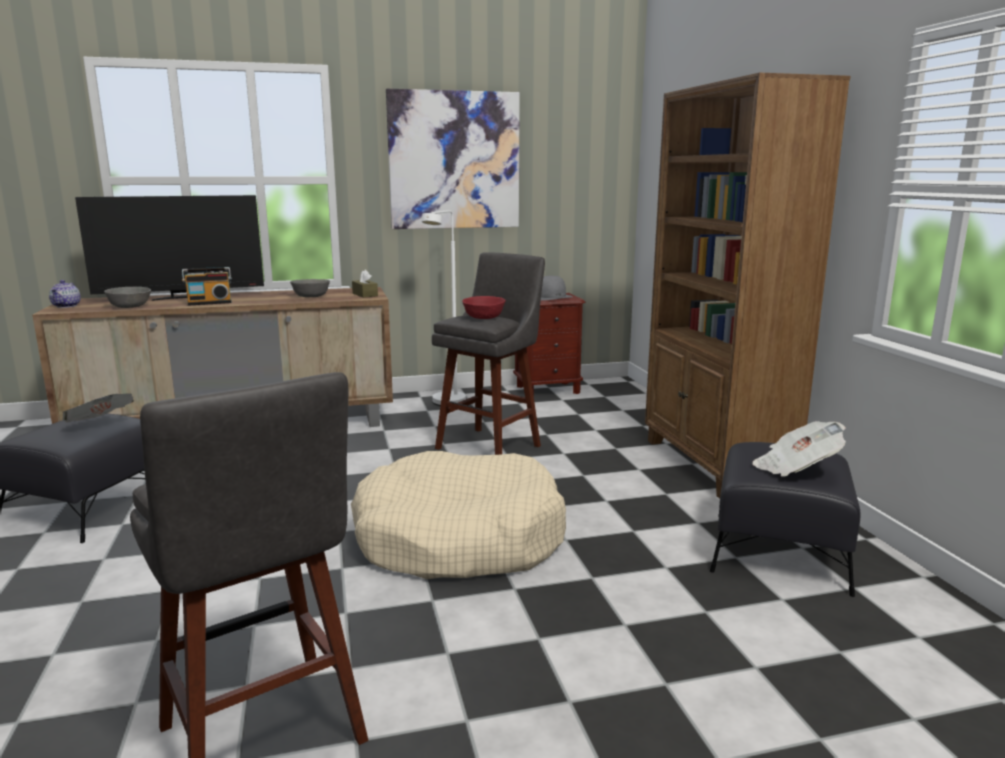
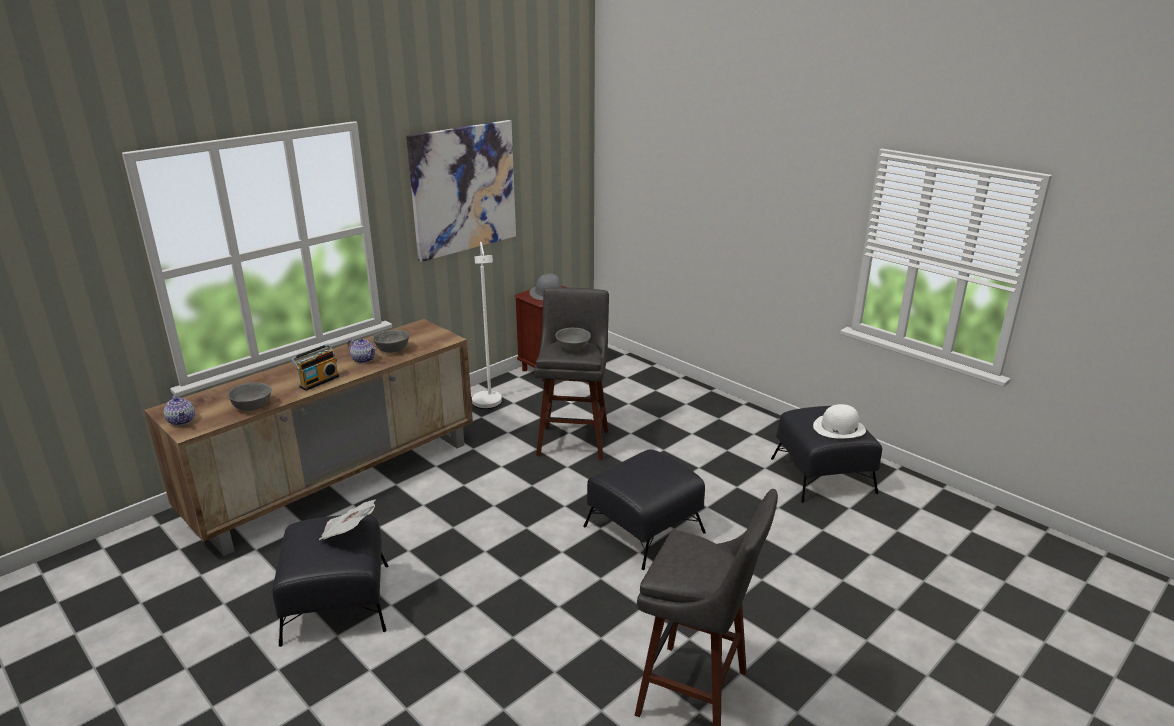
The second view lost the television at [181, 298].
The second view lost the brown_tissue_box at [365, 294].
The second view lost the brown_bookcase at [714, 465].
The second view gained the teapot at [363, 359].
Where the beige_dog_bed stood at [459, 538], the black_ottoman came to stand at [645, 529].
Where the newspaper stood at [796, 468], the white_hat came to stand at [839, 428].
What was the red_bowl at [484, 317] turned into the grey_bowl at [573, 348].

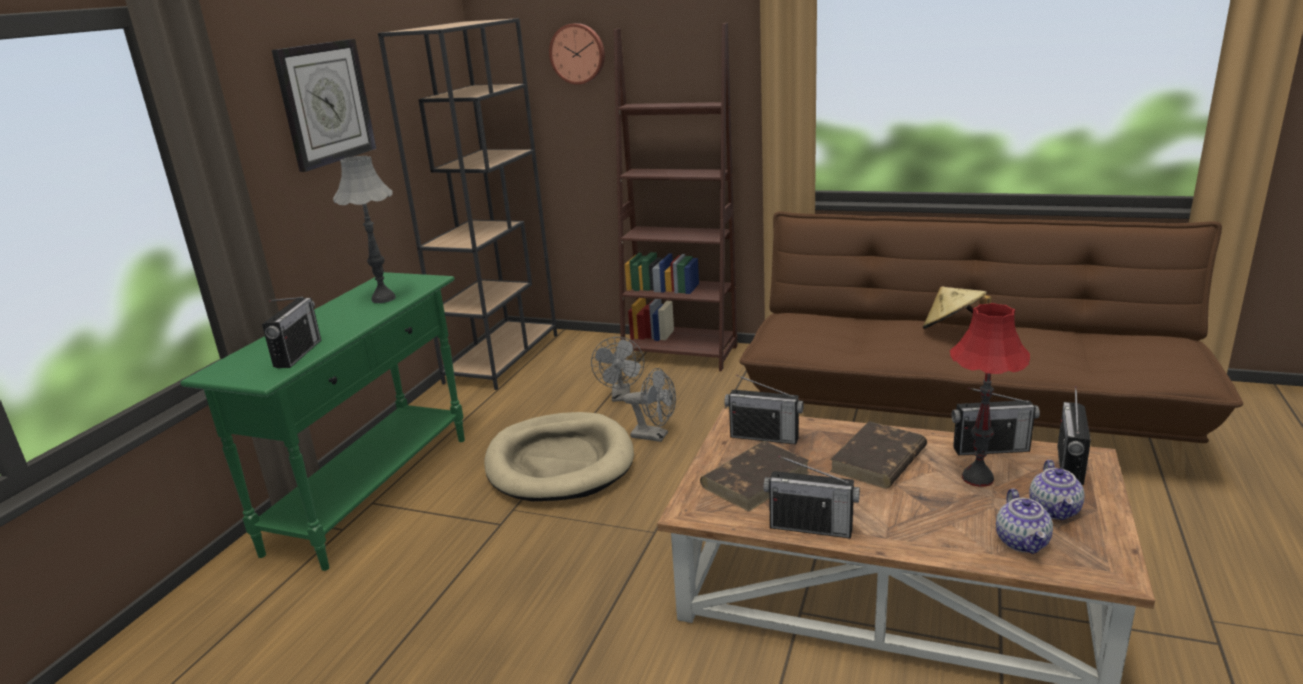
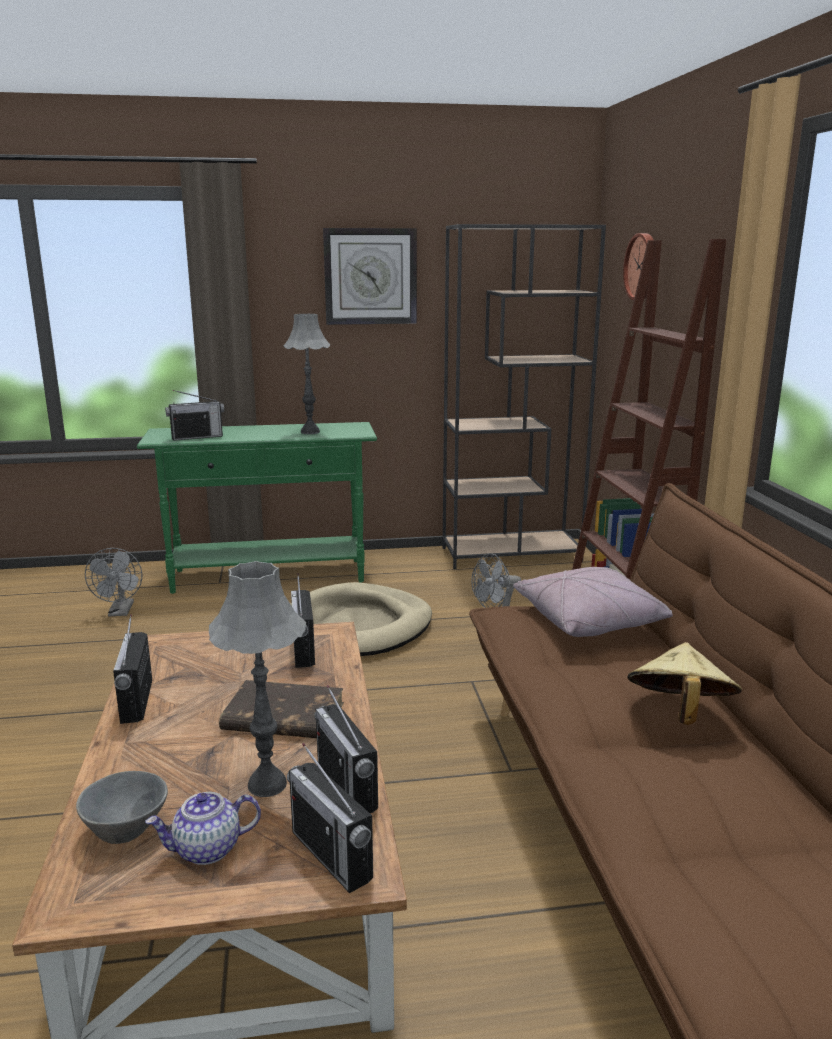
The second view lost the brown_book at [756, 479].
The second view gained the purple_pillow at [591, 620].
The grey_fan ended up elsewhere, having gone from [655, 436] to [120, 612].
Where the teapot stood at [1023, 542], the grey_bowl came to stand at [128, 830].
What was the red_table_lamp at [977, 478] turned into the grey_table_lamp at [267, 784].
The radio at [1069, 465] ended up facing another way, 120 degrees counterclockwise from before.

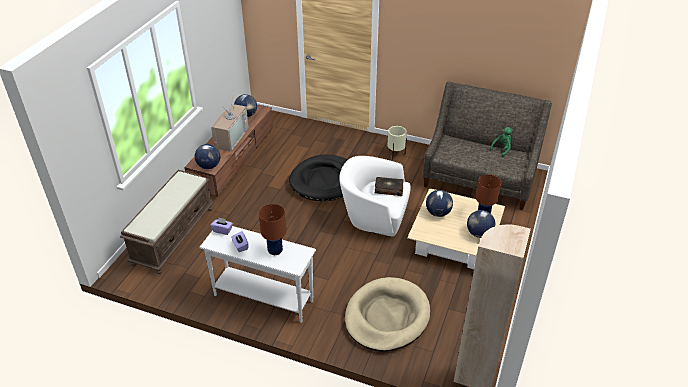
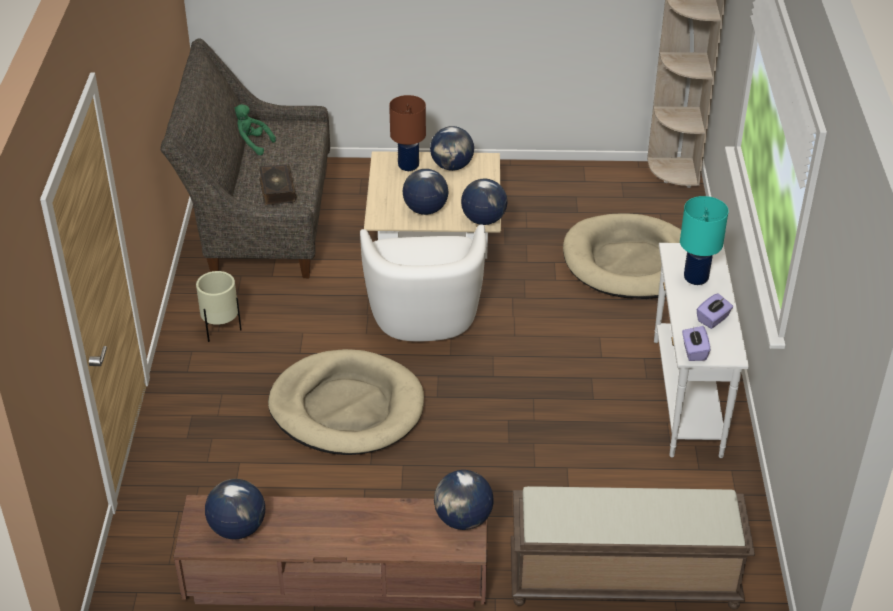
The second view lost the television at [230, 137].
The second view gained the globe at [483, 220].
The book ended up elsewhere, having gone from [389, 189] to [277, 190].
What was the brown_table_lamp at [275, 251] turned into the turquoise_table_lamp at [696, 280].
What was the black_dog_bed at [324, 181] turned into the beige_dog_bed at [347, 408].

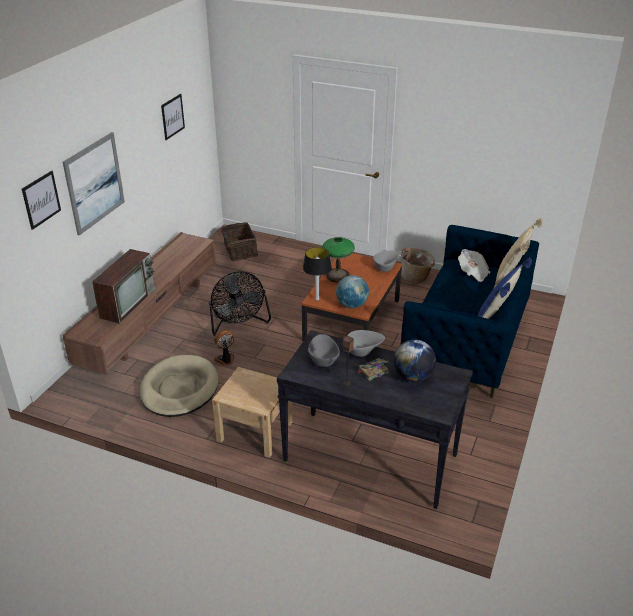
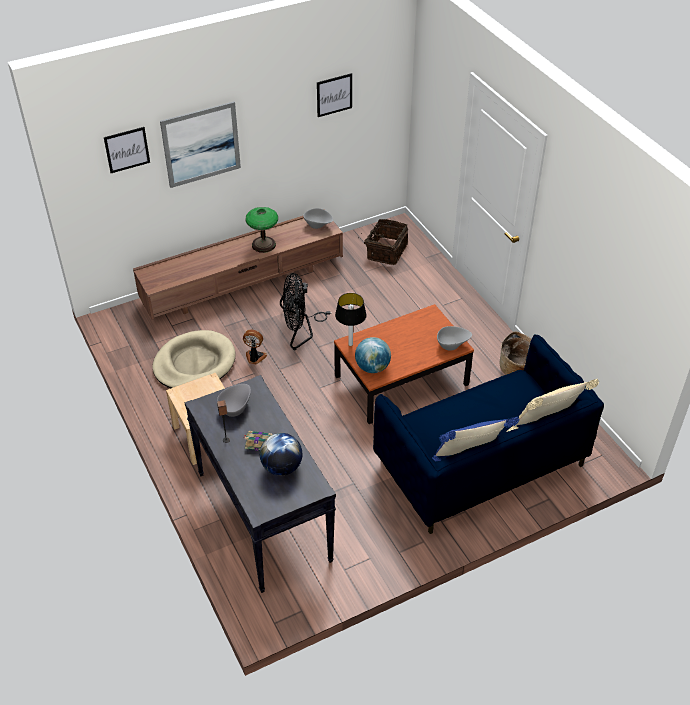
The second view lost the television at [128, 302].
The second view lost the newspaper at [473, 273].
The table_lamp ended up elsewhere, having gone from [338, 276] to [263, 245].
The grey_bowl ended up elsewhere, having gone from [363, 351] to [318, 226].
The black_fan at [235, 323] ended up facing another way, 60 degrees clockwise from before.

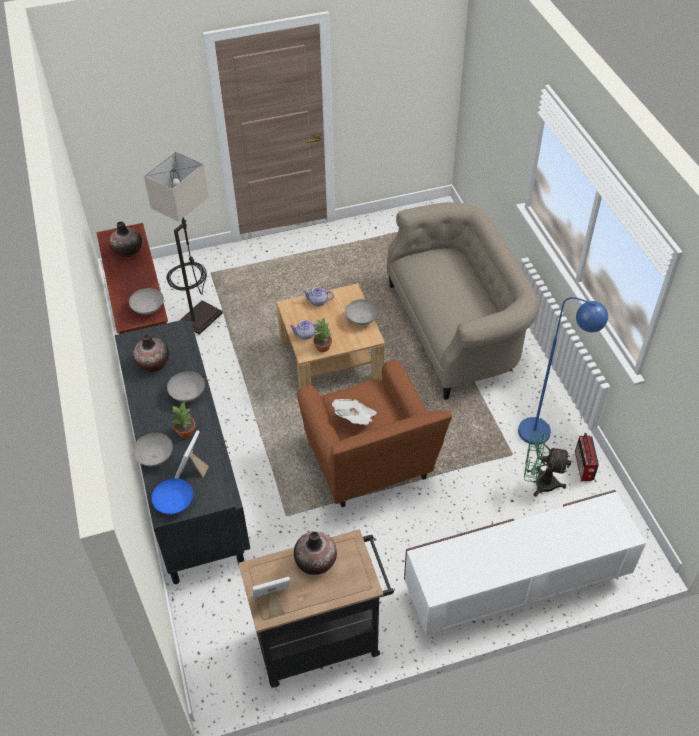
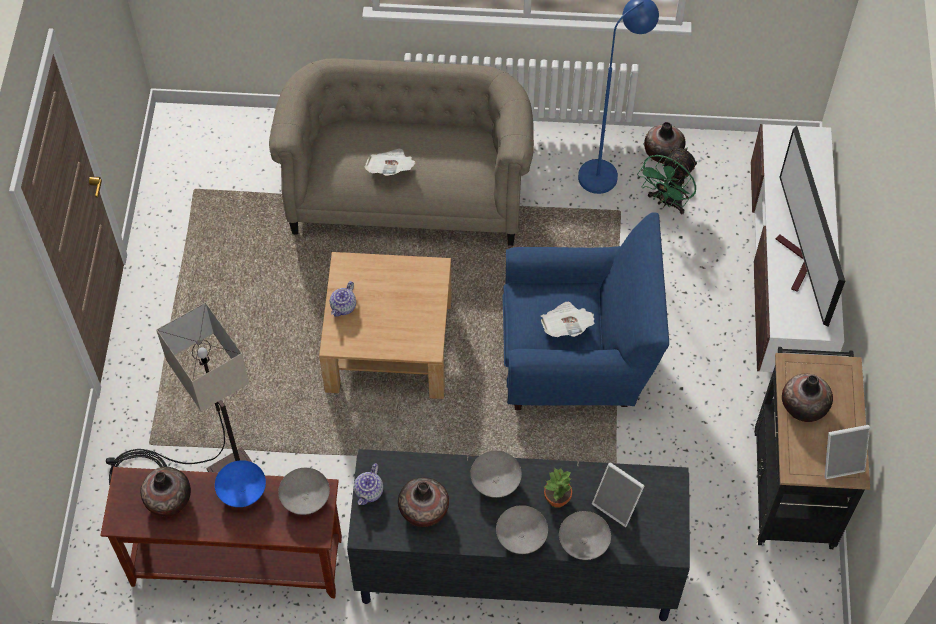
The second view lost the potted_plant at [322, 347].
The second view gained the newspaper at [391, 170].
The second view gained the television at [799, 263].
The blue_bowl ended up elsewhere, having gone from [173, 504] to [242, 492].
The teapot ended up elsewhere, having gone from [305, 335] to [369, 492].
The grey_bowl ended up elsewhere, having gone from [361, 319] to [521, 537].
Where the radio stood at [583, 467], the vase came to stand at [663, 153].
What was the brown_armchair at [369, 465] turned into the blue_armchair at [576, 358].
The picture_frame at [273, 602] ended up facing another way, 105 degrees counterclockwise from before.

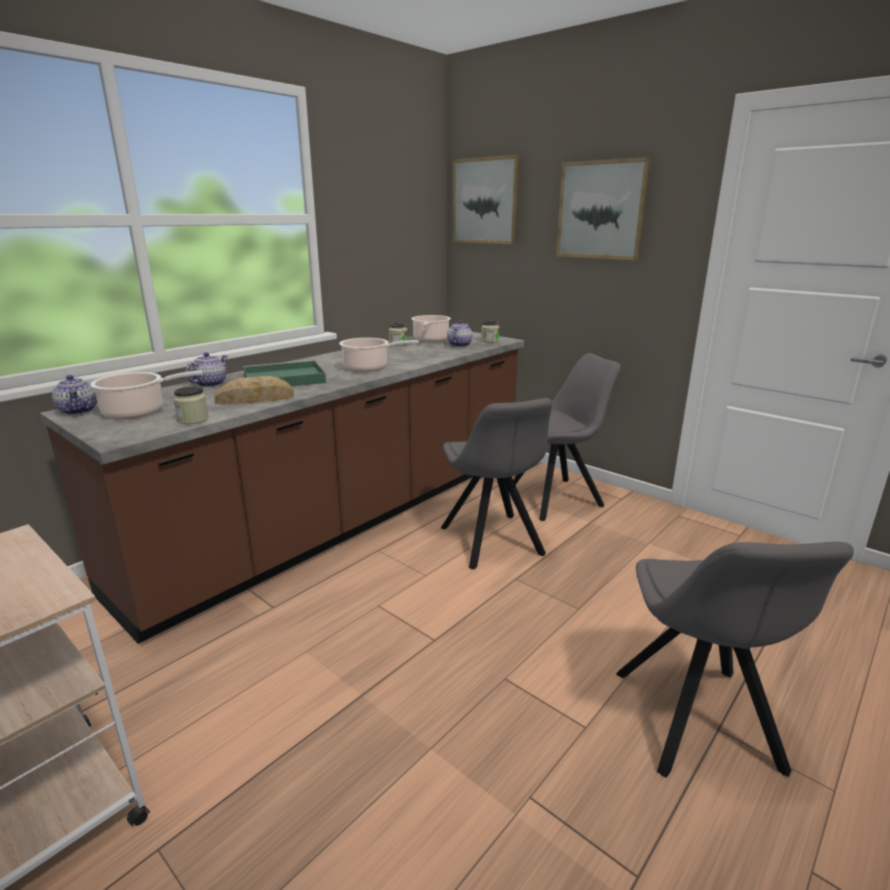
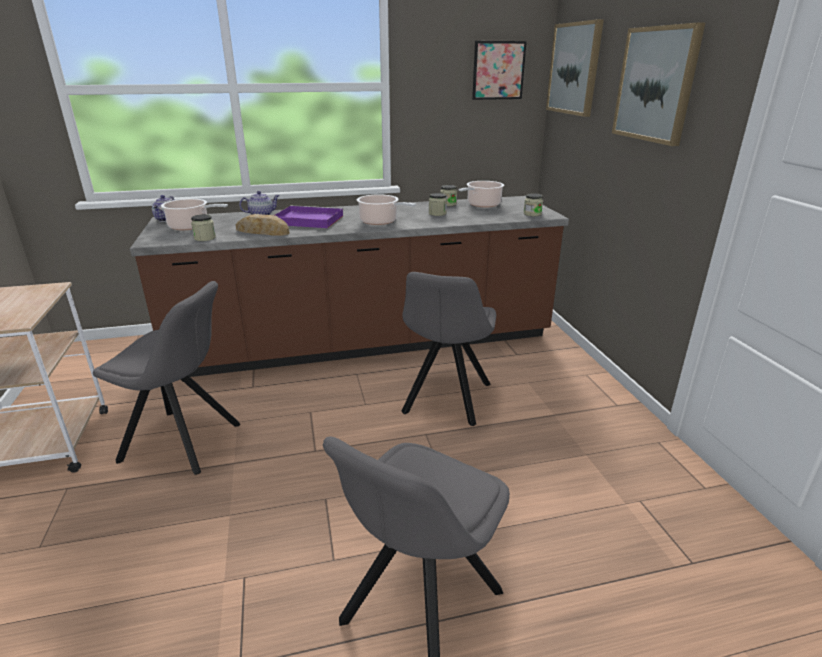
The second view lost the teapot at [459, 345].
The second view gained the jar at [437, 213].
The second view gained the picture at [498, 70].
The grey_chair ended up elsewhere, having gone from [555, 498] to [182, 442].
What was the green_tray at [282, 379] turned into the purple_tray at [307, 220].

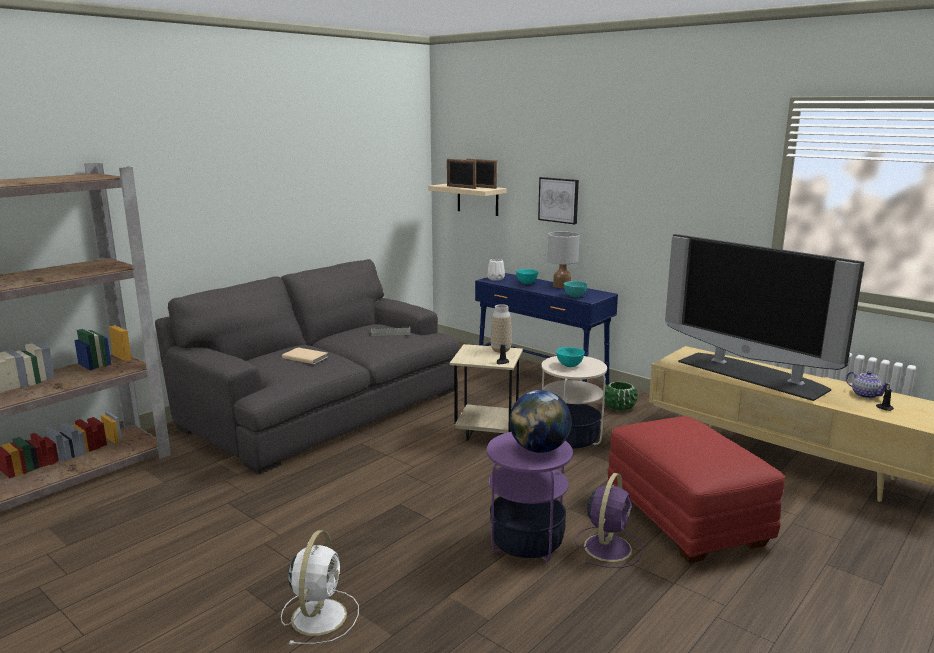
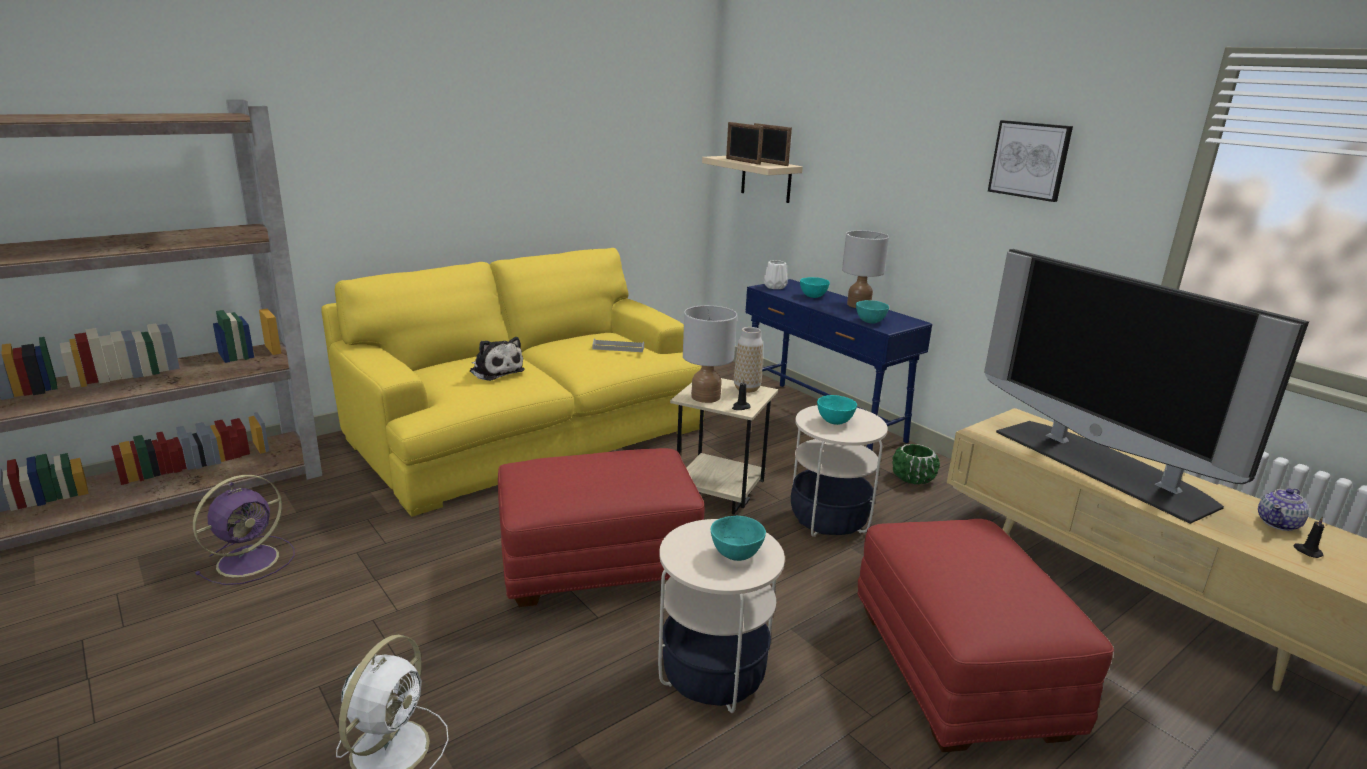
The second view gained the red_ottoman at [598, 565].
The second view gained the grey_table_lamp at [706, 397].
The picture ended up elsewhere, having gone from [559, 200] to [1029, 160].
The purple_fan ended up elsewhere, having gone from [608, 546] to [251, 559].
Where the beige_book stood at [305, 357], the plush_toy came to stand at [495, 371].
Where the globe stood at [539, 449], the turquoise_bowl came to stand at [735, 555].
What was the grey_sofa at [321, 407] turned into the yellow_sofa at [526, 432].
What was the purple_side_table at [526, 543] turned into the beige_side_table at [713, 677].
The teapot at [865, 395] ended up facing another way, 75 degrees clockwise from before.

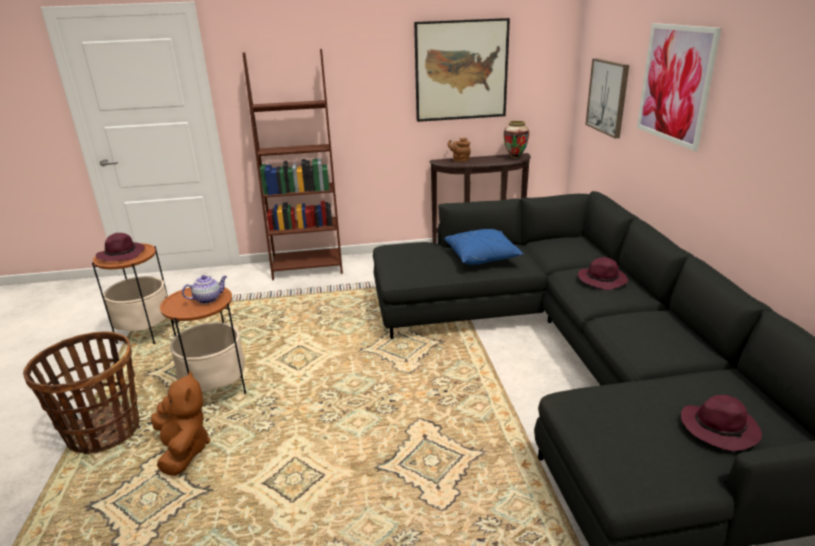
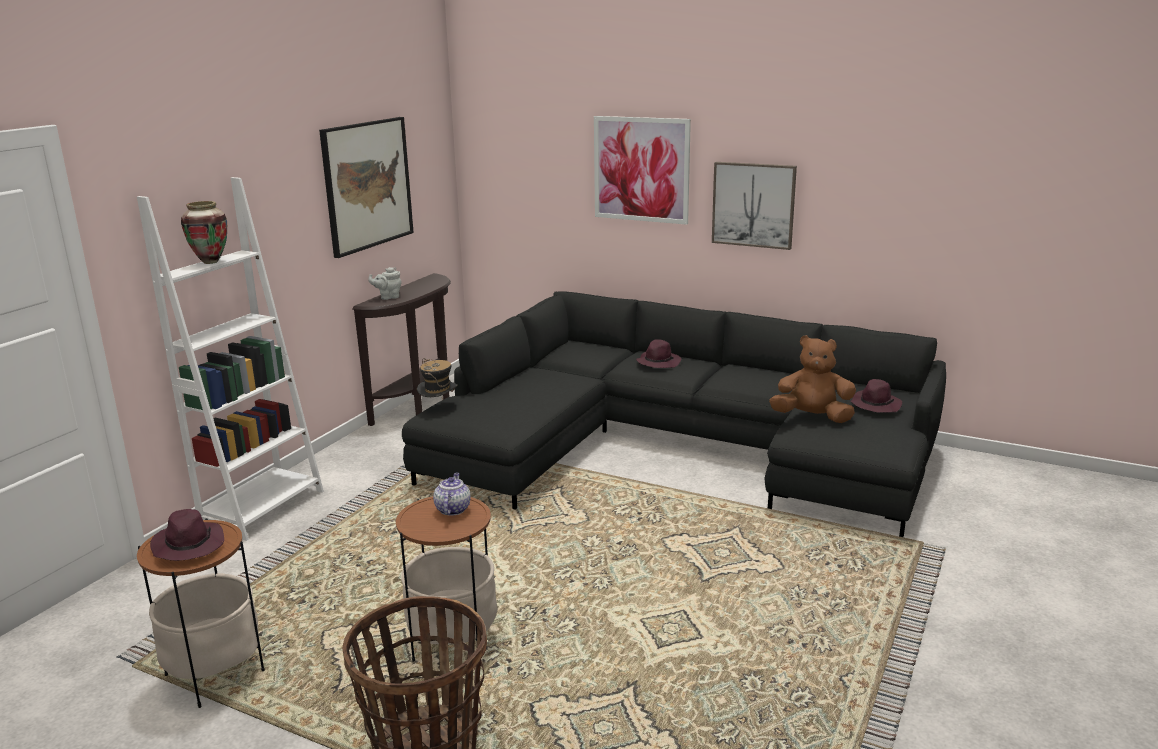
The second view lost the blue_pillow at [482, 257].
The second view gained the hat at [439, 408].
The brown_plush_toy ended up elsewhere, having gone from [183, 450] to [812, 417].
The vase ended up elsewhere, having gone from [515, 157] to [211, 262].
The picture ended up elsewhere, having gone from [608, 97] to [753, 204].
What was the brown_bookcase at [307, 267] turned into the white_bookcase at [262, 508].
What was the brown_teapot at [459, 160] turned into the grey_teapot at [388, 297].

